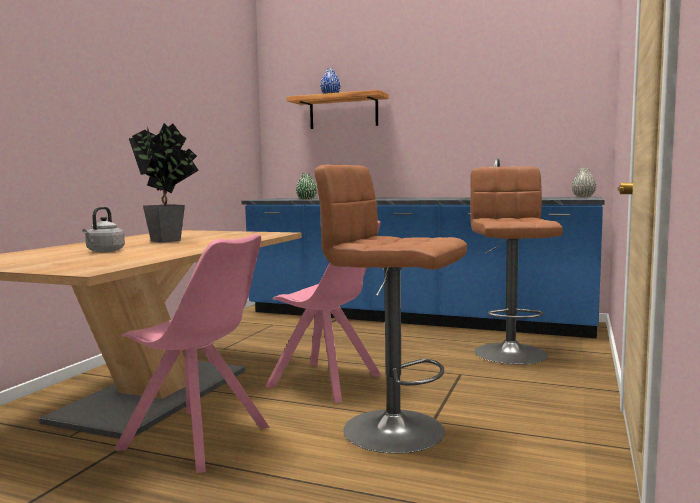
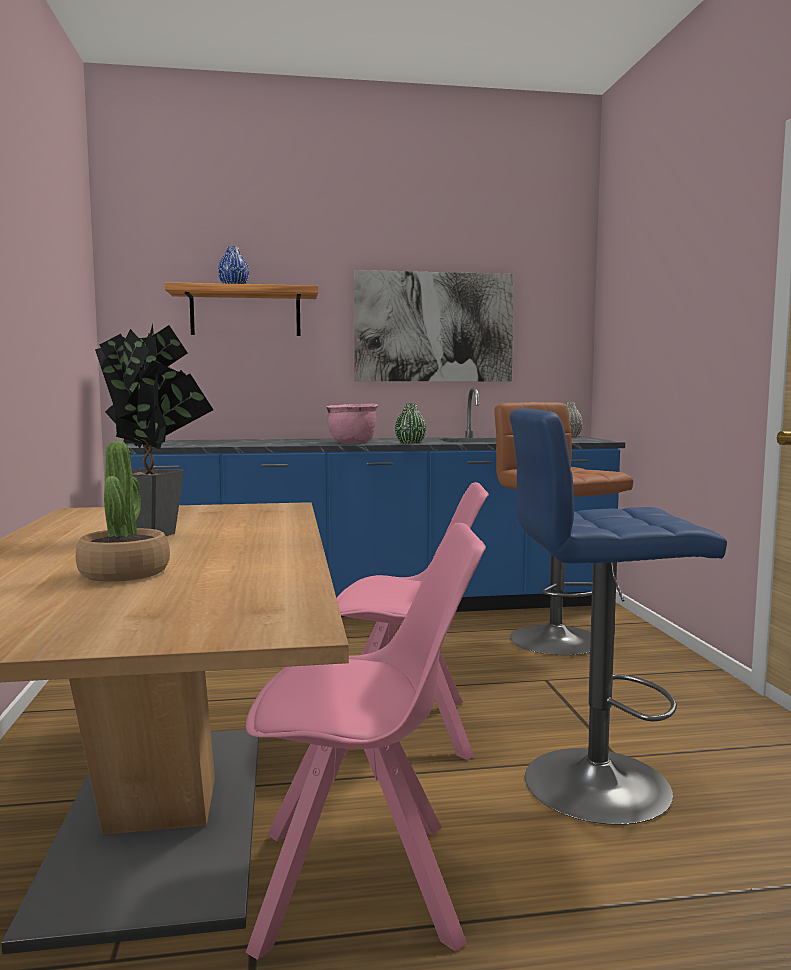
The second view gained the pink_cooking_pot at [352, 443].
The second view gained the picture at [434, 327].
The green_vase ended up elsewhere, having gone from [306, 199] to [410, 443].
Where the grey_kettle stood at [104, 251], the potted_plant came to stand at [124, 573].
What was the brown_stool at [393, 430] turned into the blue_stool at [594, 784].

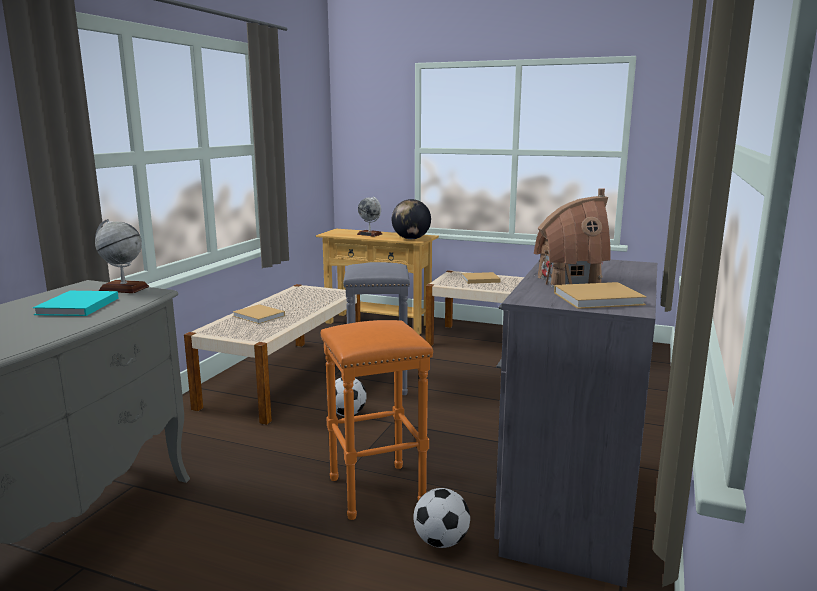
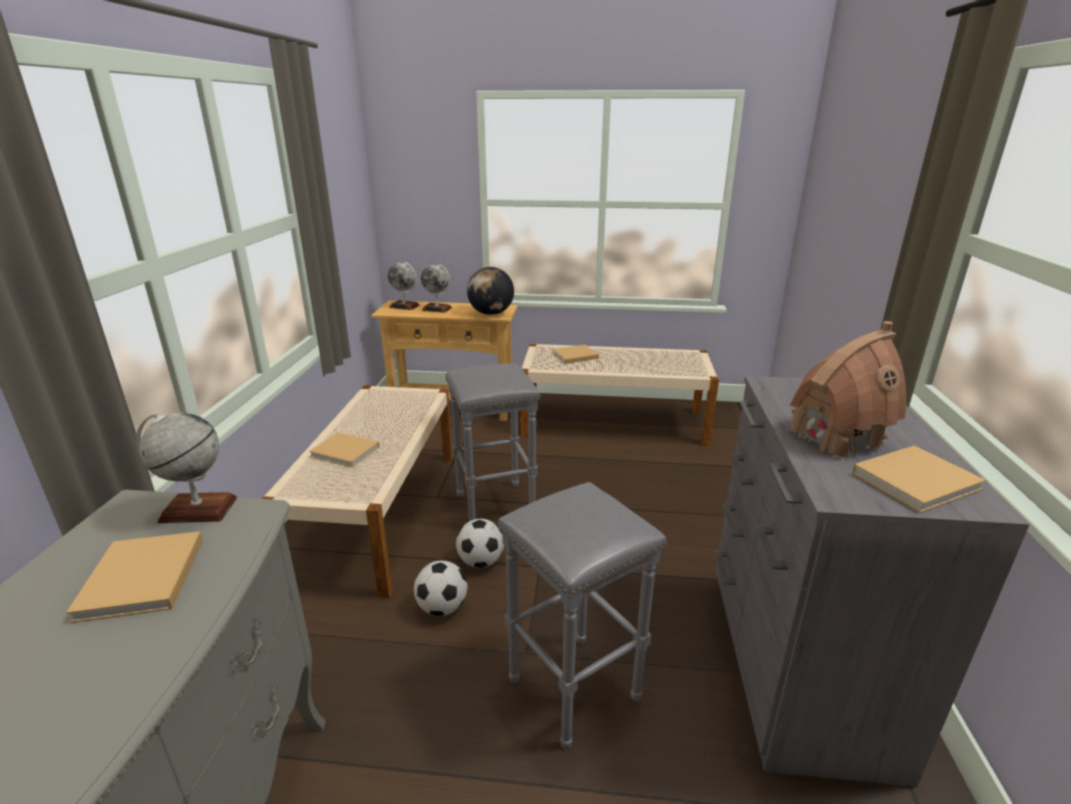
The second view gained the globe at [404, 306].
The football ended up elsewhere, having gone from [441, 541] to [442, 607].
What was the turquoise_book at [76, 307] turned into the beige_book at [141, 580].
What was the orange_stool at [378, 489] turned into the grey_stool at [574, 685].

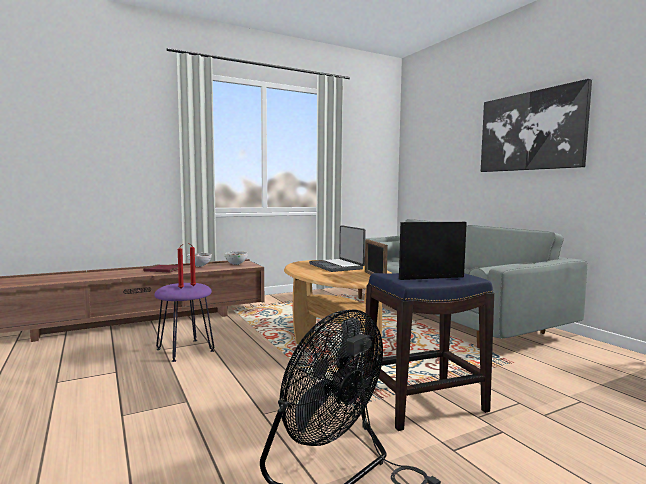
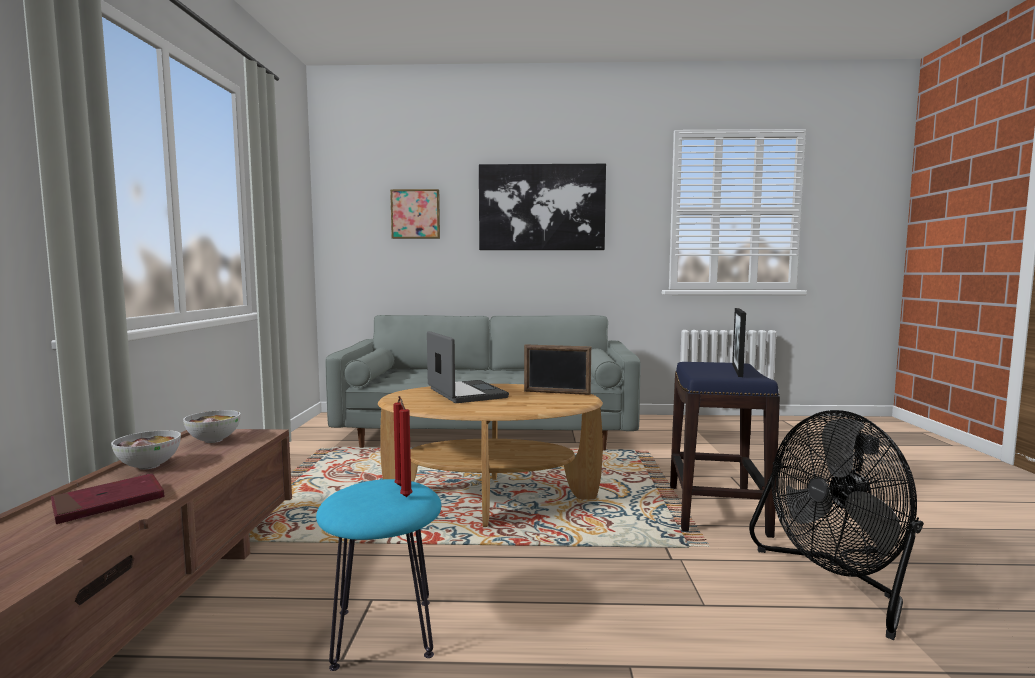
The second view gained the picture at [416, 214].
What was the purple_stool at [185, 350] turned into the turquoise_stool at [383, 632].
The laptop at [337, 266] ended up facing another way, 120 degrees counterclockwise from before.

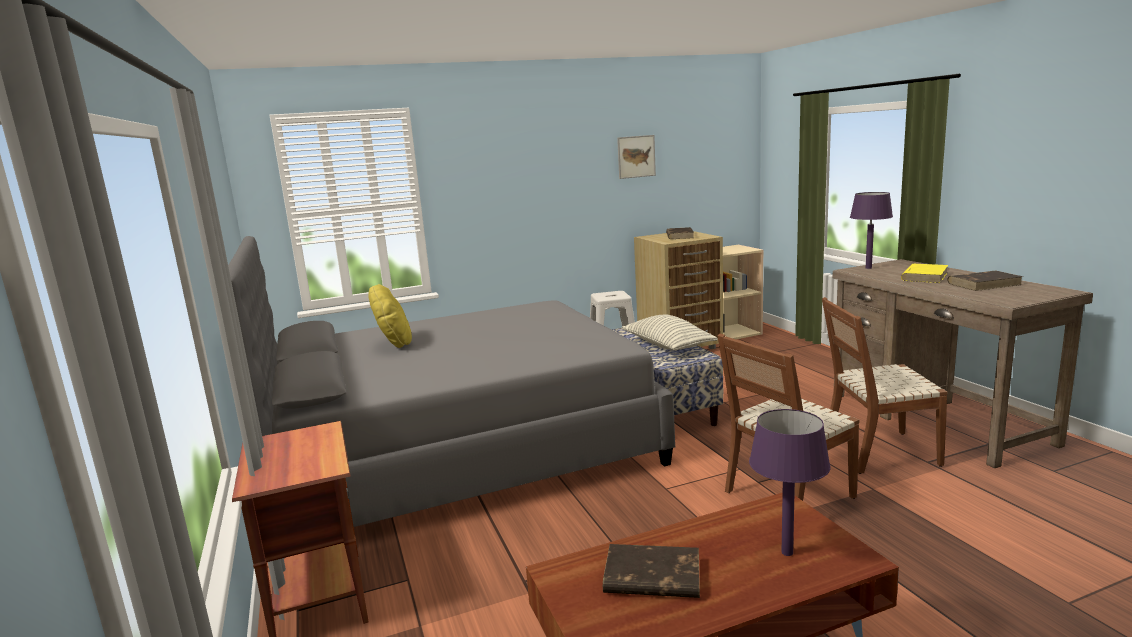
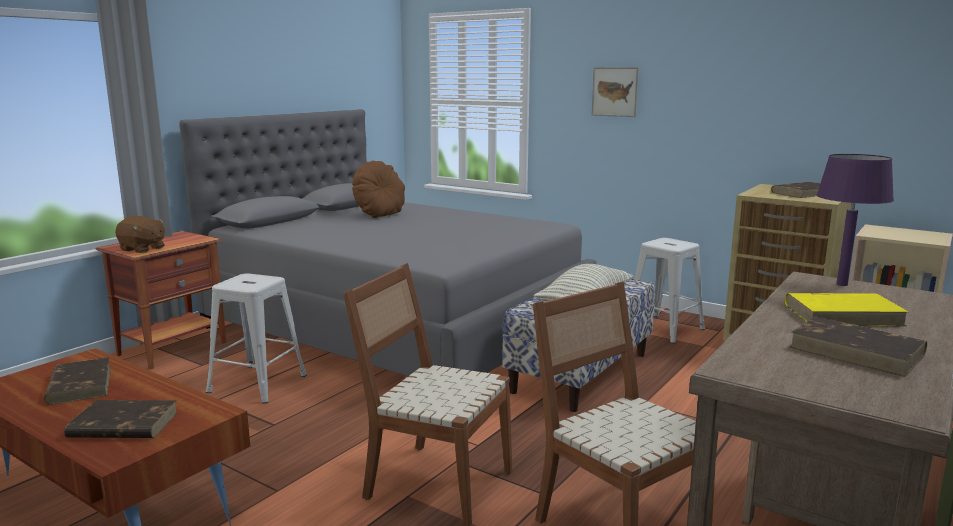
The second view gained the brown_plush_toy at [142, 249].
The second view gained the white_stool at [258, 383].
The picture ended up elsewhere, having gone from [636, 156] to [615, 91].
Where the purple_table_lamp stood at [786, 552], the brown_book came to stand at [123, 425].
What was the yellow_pillow at [394, 345] turned into the brown_pillow at [379, 215].

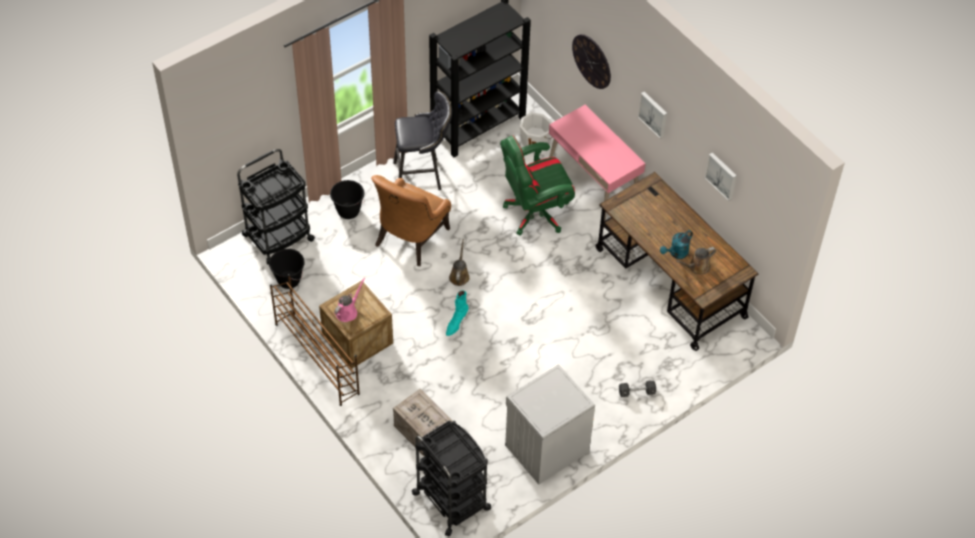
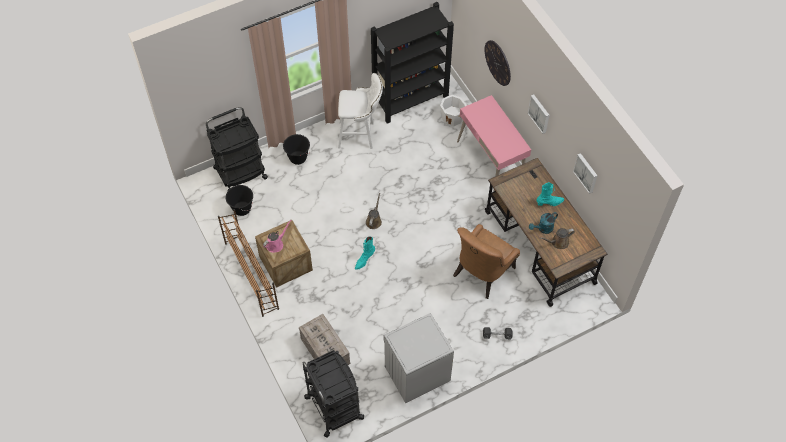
The second view lost the green_office_chair at [536, 212].
The second view gained the turquoise_boot at [549, 203].
The brown_chair ended up elsewhere, having gone from [411, 237] to [482, 272].
What was the black_stool at [424, 175] turned into the white_stool at [361, 135].

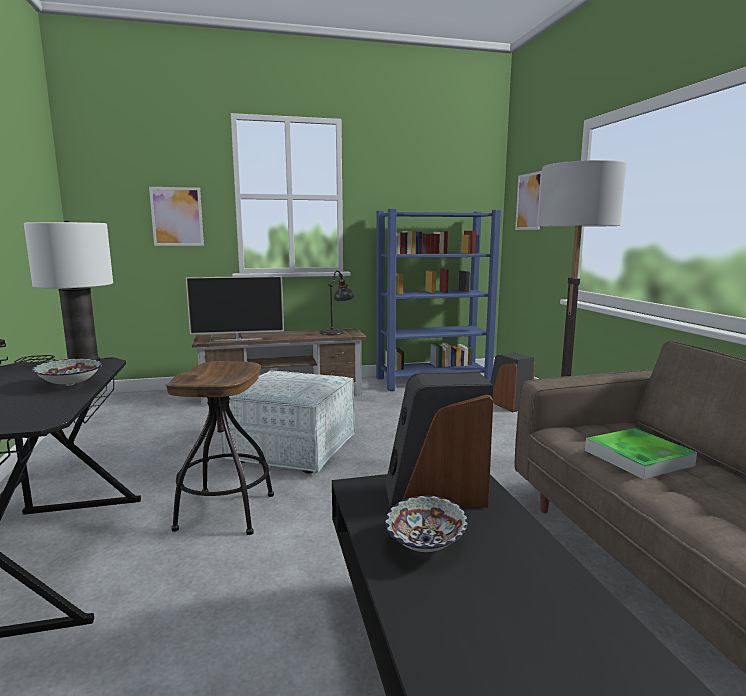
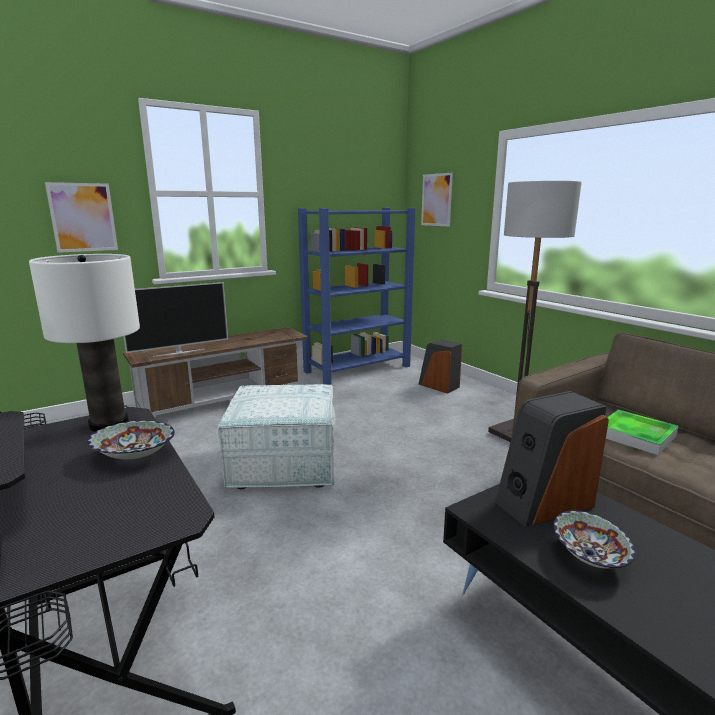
The second view lost the brown_stool at [225, 512].
The second view lost the grey_table_lamp at [337, 331].

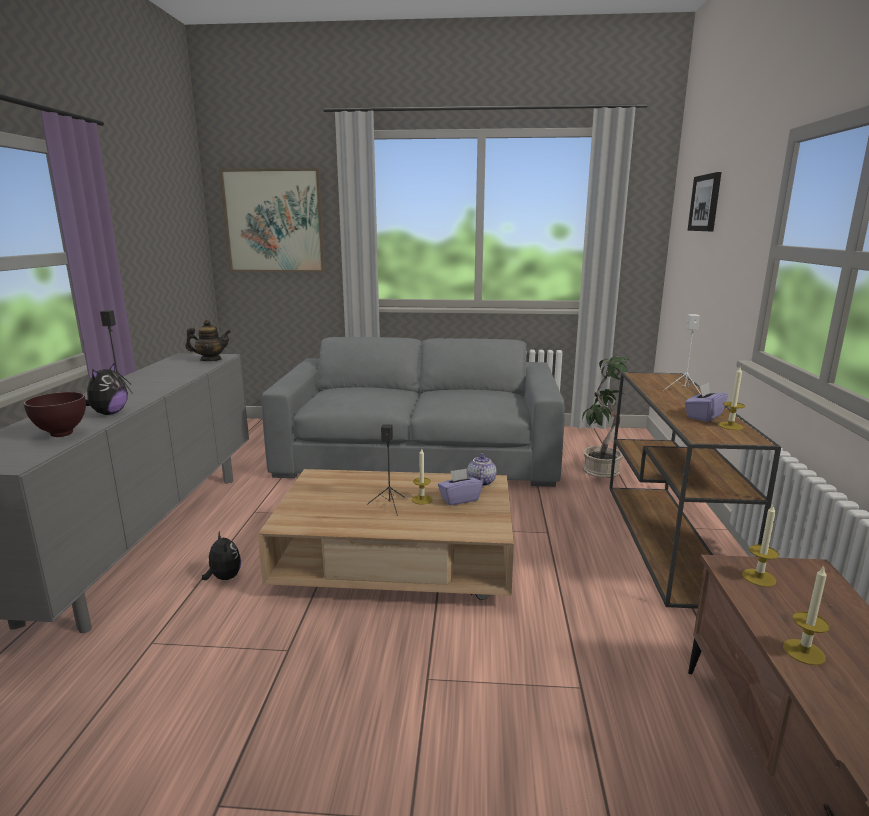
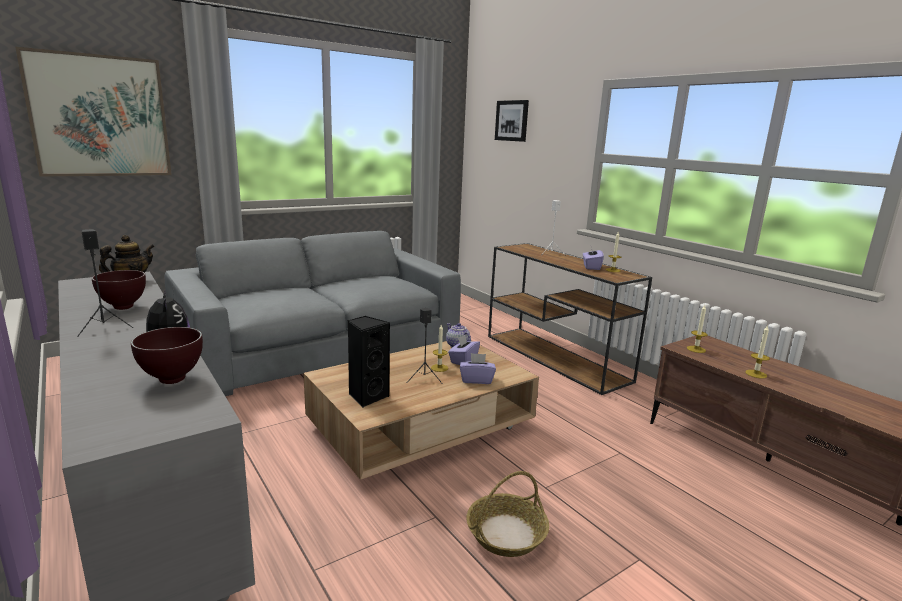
The second view lost the plush_toy at [224, 578].
The second view lost the potted_plant at [599, 470].
The second view gained the brown_bowl at [125, 307].
The second view gained the black_speaker at [367, 396].
The second view gained the purple_tissue_box at [476, 380].
The second view gained the basket at [506, 533].

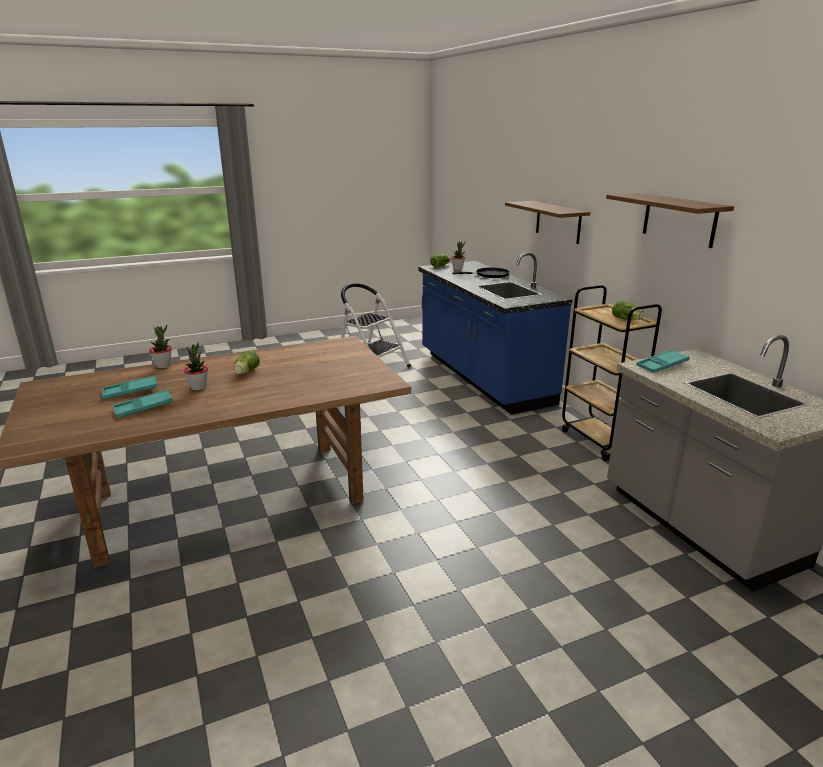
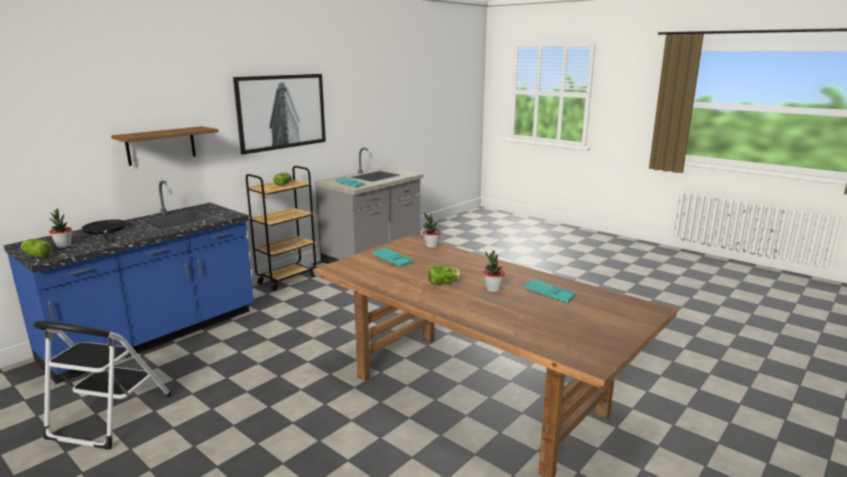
The turquoise_tray ended up elsewhere, having gone from [130, 391] to [392, 260].
The potted_plant ended up elsewhere, having gone from [163, 366] to [431, 246].
Where the shelf hung at [679, 219], the picture came to hang at [281, 112].

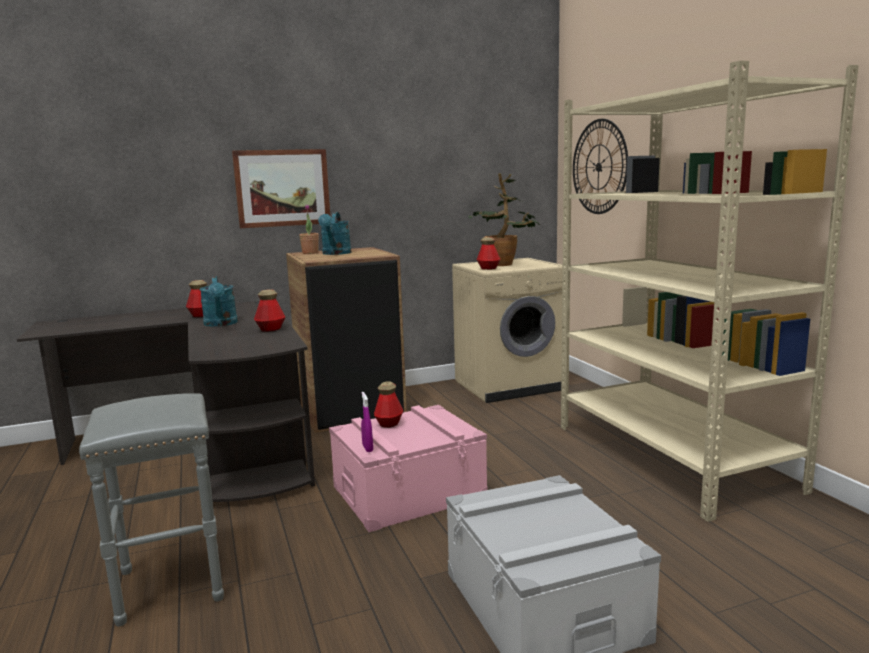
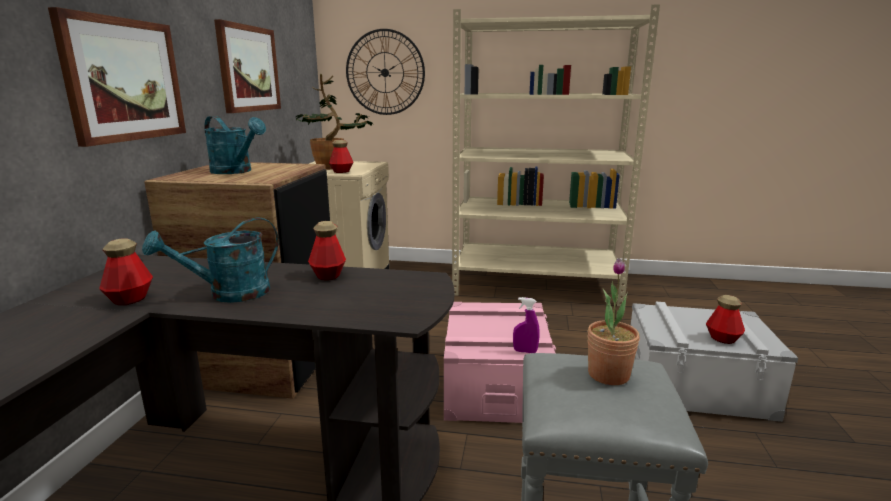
The second view gained the picture at [248, 69].
The potted_plant ended up elsewhere, having gone from [310, 253] to [608, 374].
The bottle ended up elsewhere, having gone from [389, 424] to [722, 339].
The turquoise_watering_can at [221, 324] ended up facing another way, 135 degrees clockwise from before.

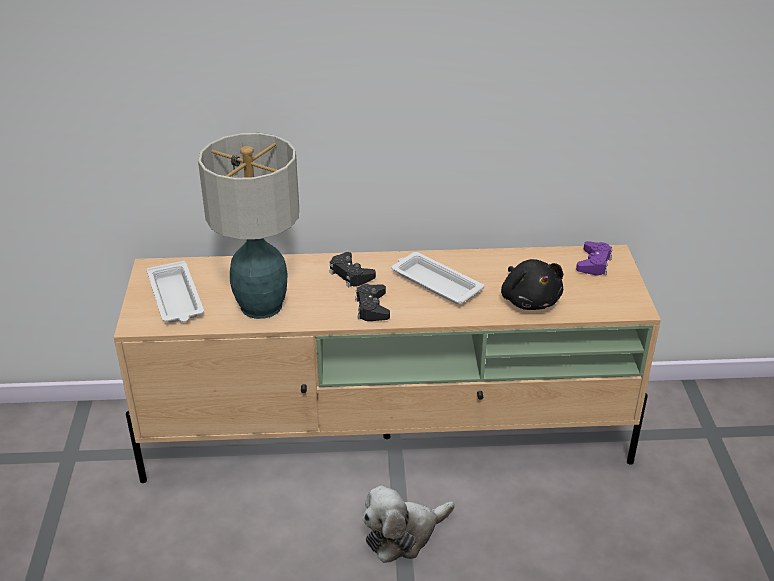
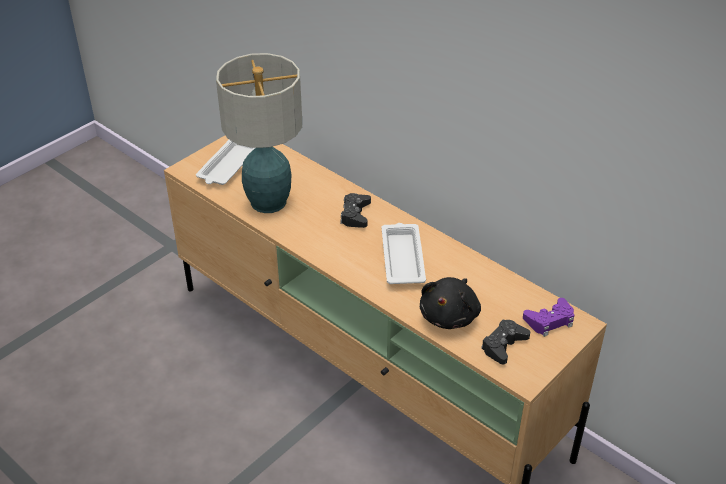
The second view lost the plush_toy at [403, 535].
The black_game_controller ended up elsewhere, having gone from [372, 308] to [503, 345].

